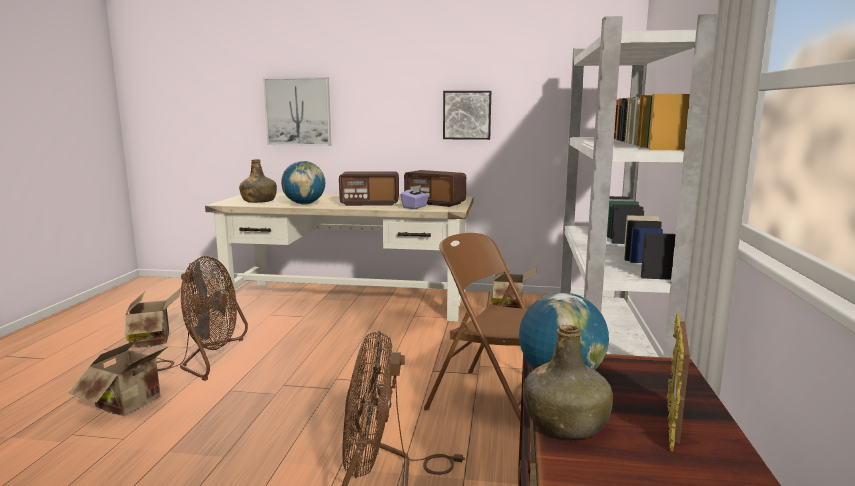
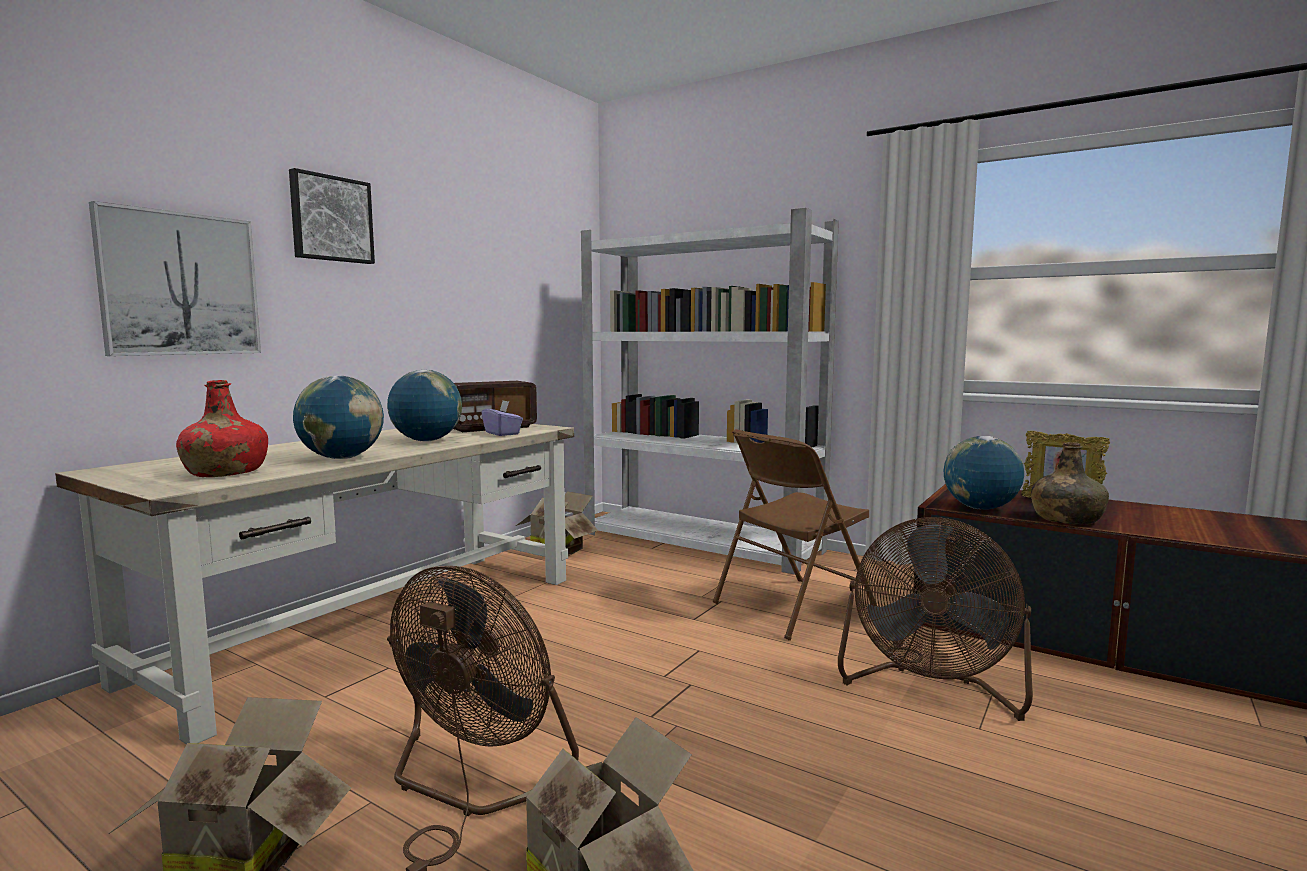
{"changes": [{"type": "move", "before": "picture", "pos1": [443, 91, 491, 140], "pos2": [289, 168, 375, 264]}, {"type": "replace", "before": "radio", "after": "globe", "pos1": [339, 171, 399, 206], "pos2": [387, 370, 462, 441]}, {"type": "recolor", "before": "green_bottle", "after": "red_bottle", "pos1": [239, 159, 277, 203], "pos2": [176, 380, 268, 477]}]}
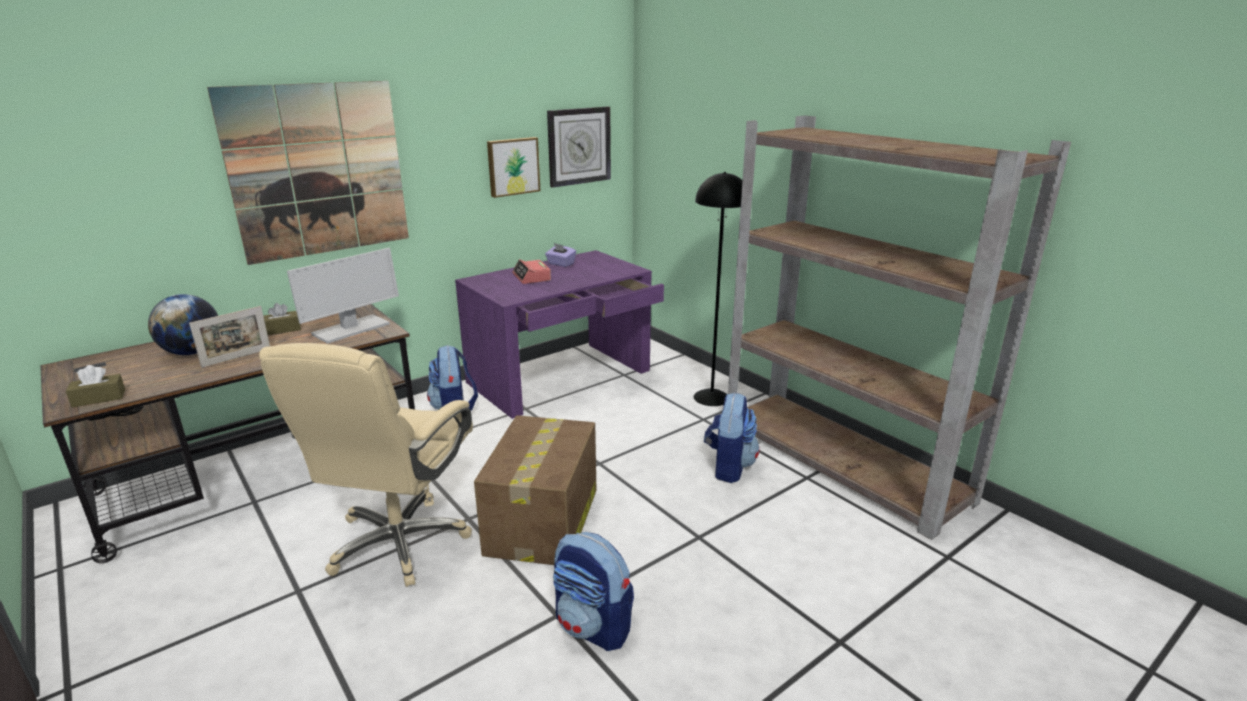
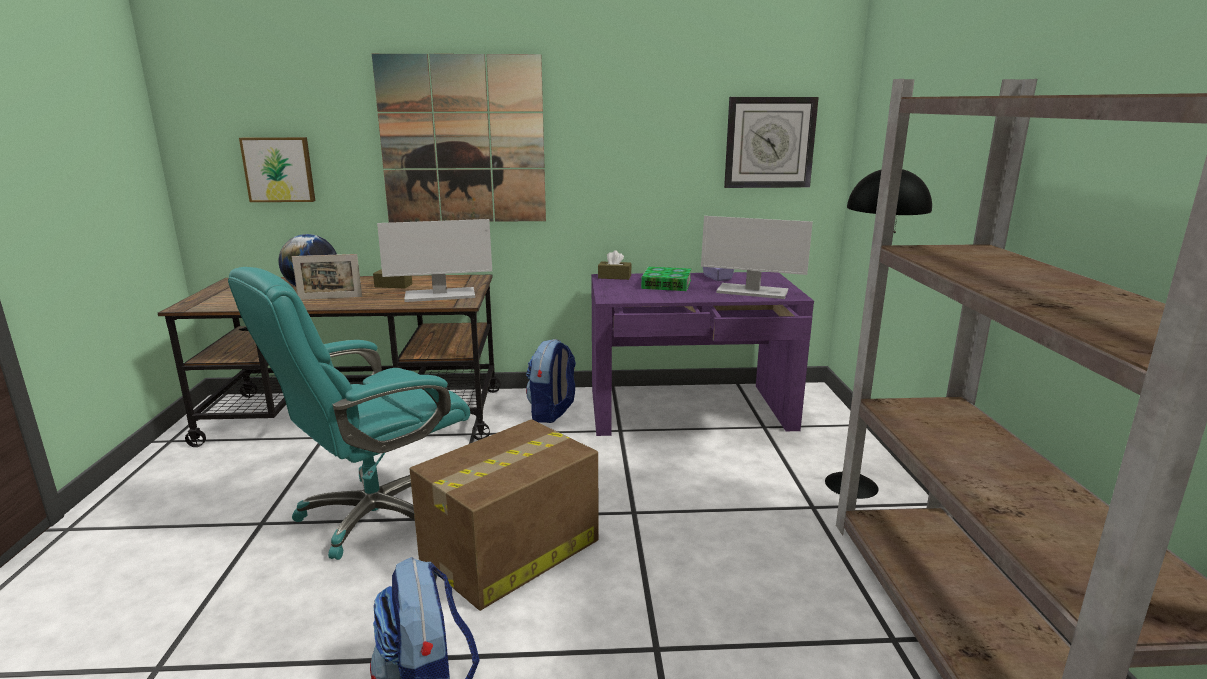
{"changes": [{"type": "delete", "before": "backpack", "pos1": [704, 393, 760, 483]}, {"type": "insert", "after": "monitor", "pos2": [701, 216, 813, 299]}, {"type": "move", "before": "brown_tissue_box", "pos1": [66, 365, 125, 407], "pos2": [598, 250, 632, 280]}, {"type": "move", "before": "picture", "pos1": [487, 137, 540, 198], "pos2": [239, 137, 315, 202]}, {"type": "replace", "before": "alarm_clock", "after": "book", "pos1": [512, 259, 551, 284], "pos2": [641, 267, 691, 291]}, {"type": "recolor", "before": "beige_office_chair", "after": "turquoise_office_chair", "pos1": [259, 343, 473, 587], "pos2": [228, 267, 470, 560]}]}
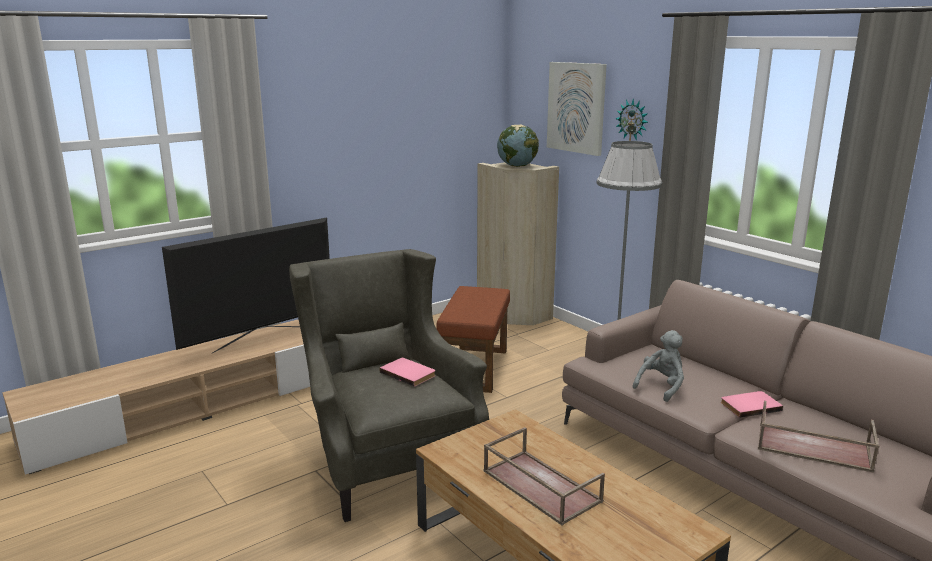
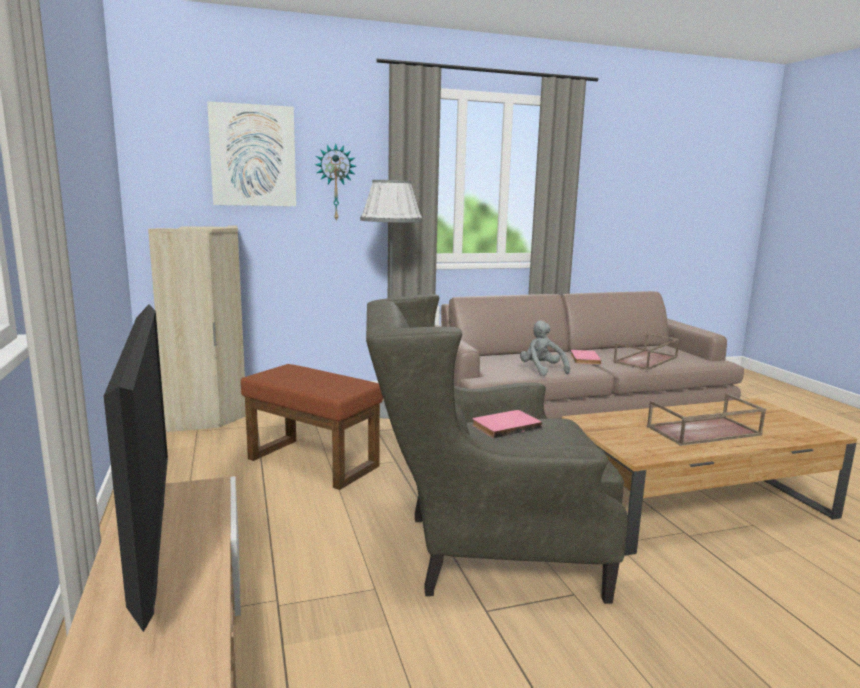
{"changes": [{"type": "delete", "before": "globe", "pos1": [497, 125, 539, 167]}]}
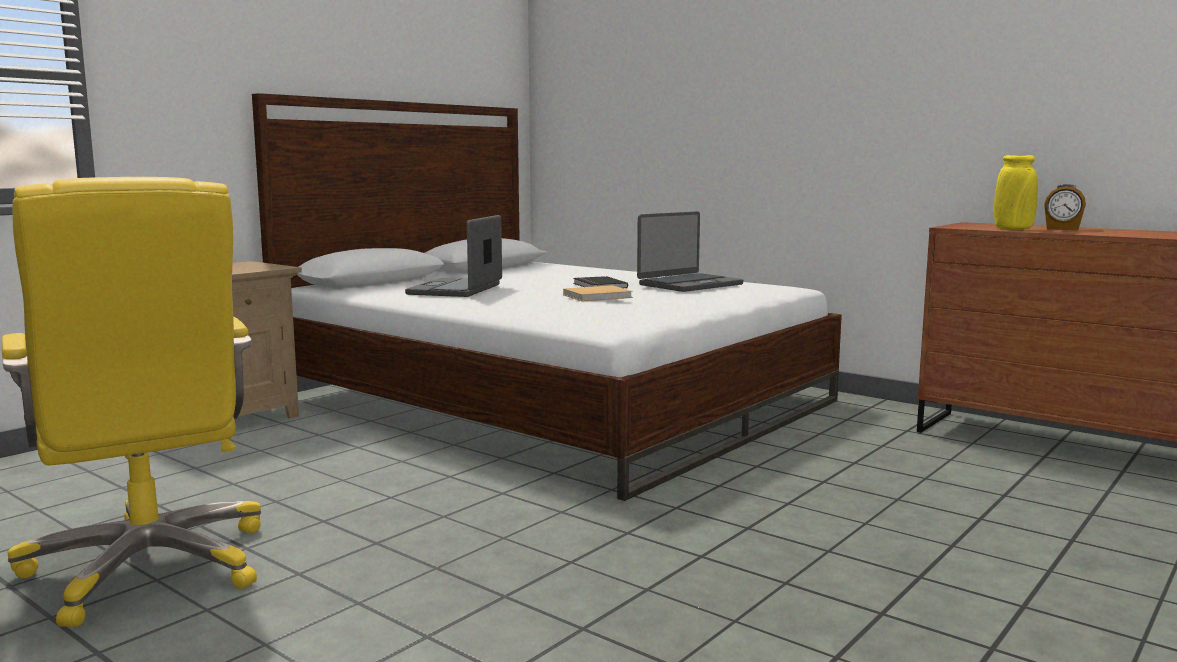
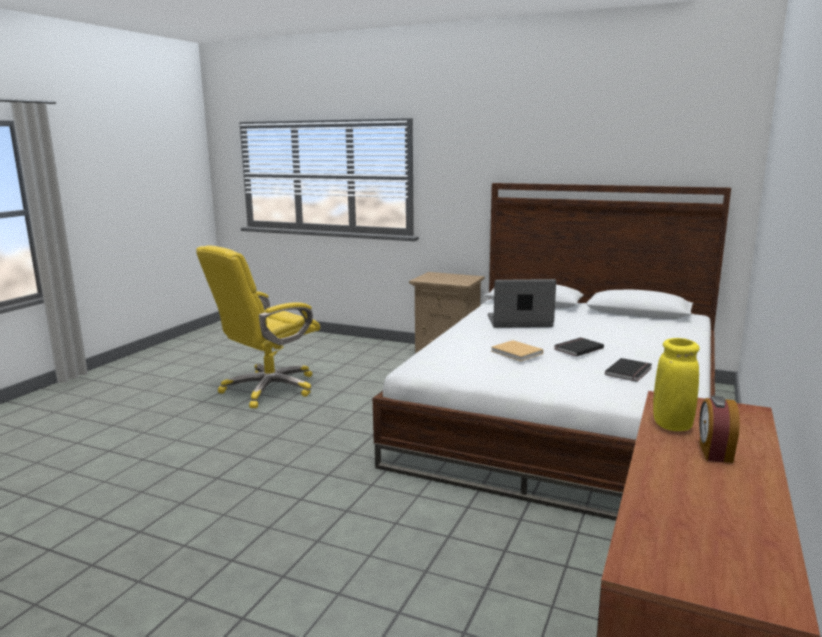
{"changes": [{"type": "replace", "before": "laptop", "after": "black_book", "pos1": [637, 211, 743, 292], "pos2": [605, 358, 652, 382]}]}
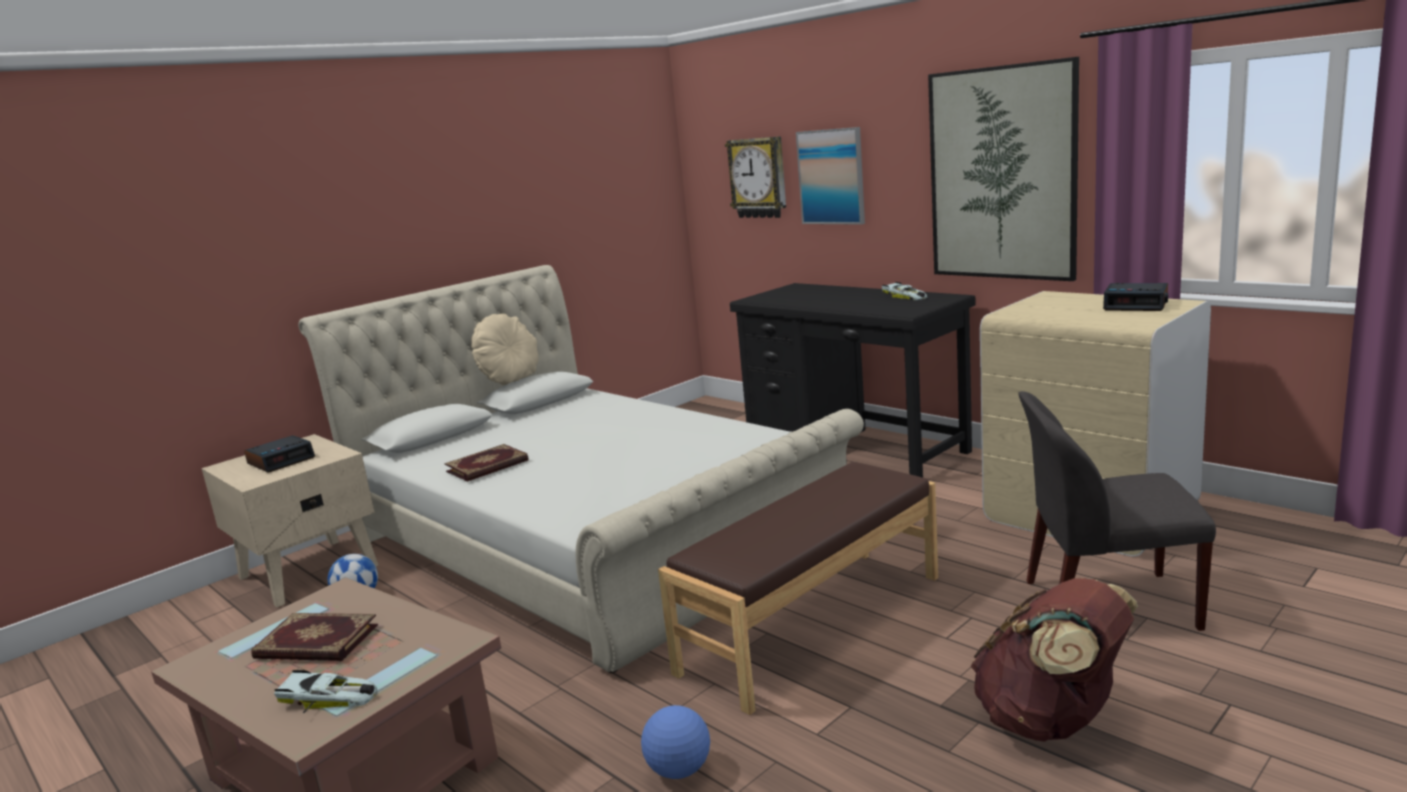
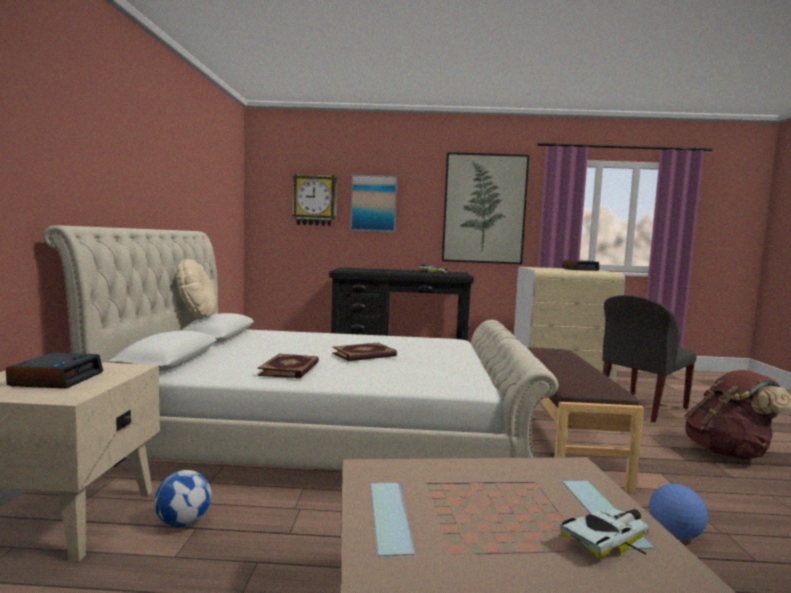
{"changes": [{"type": "move", "before": "book", "pos1": [251, 613, 378, 661], "pos2": [332, 343, 397, 361]}]}
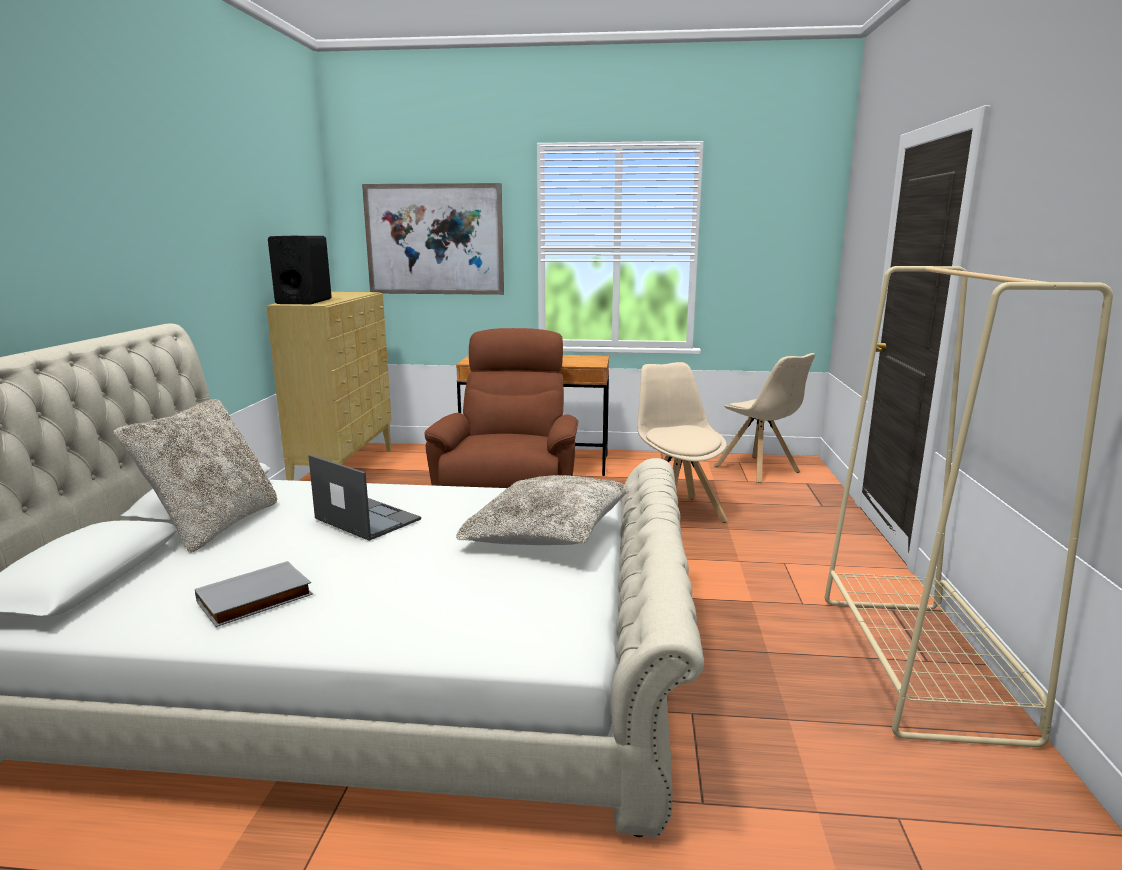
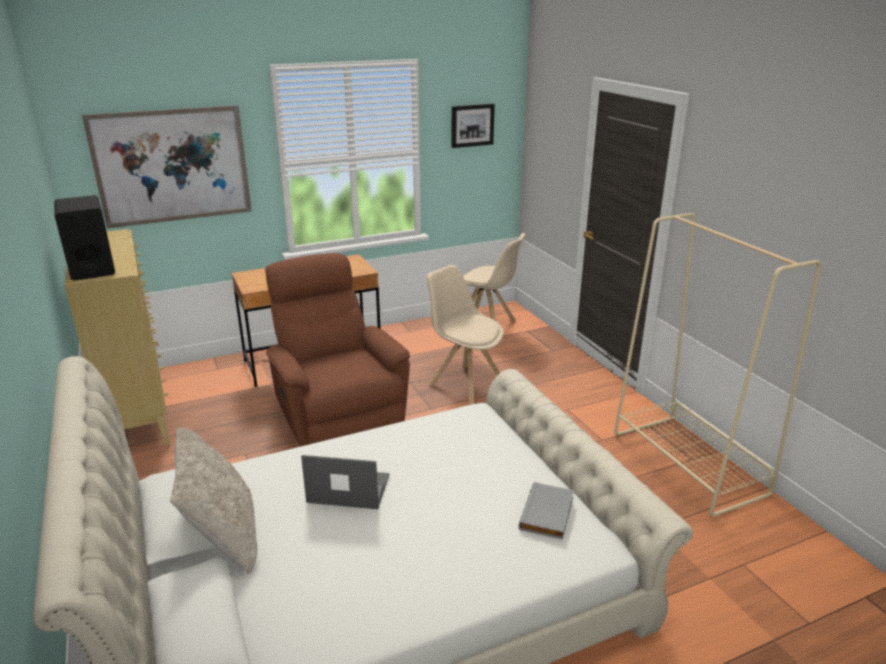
{"changes": [{"type": "delete", "before": "beige_pillow", "pos1": [456, 475, 629, 545]}, {"type": "insert", "after": "picture", "pos2": [451, 103, 495, 148]}, {"type": "move", "before": "grey_book", "pos1": [195, 561, 313, 627], "pos2": [519, 482, 574, 539]}]}
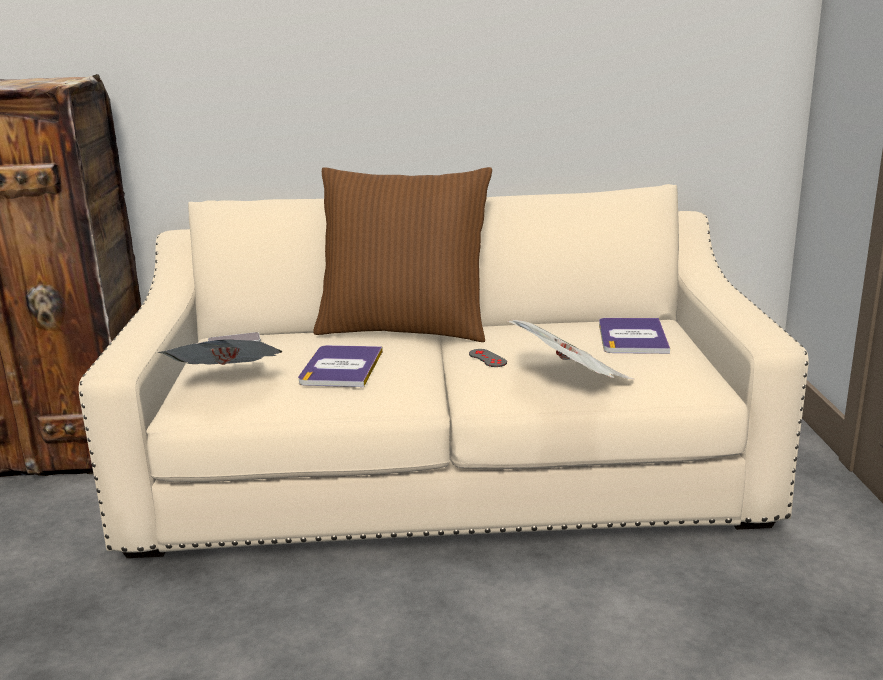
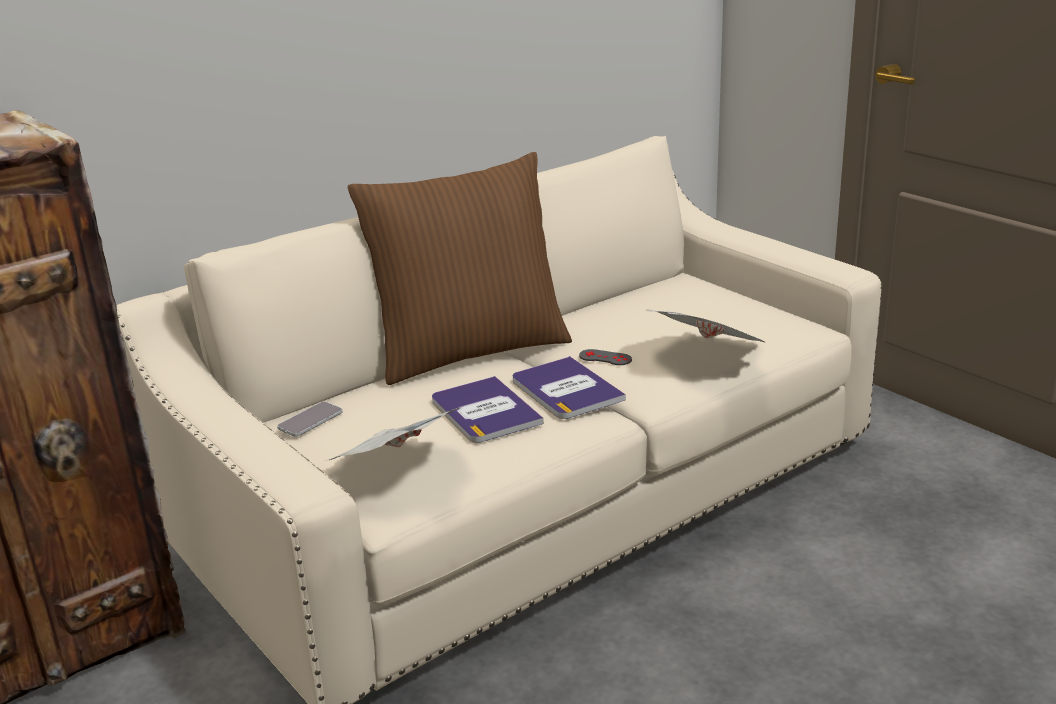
{"changes": [{"type": "move", "before": "book", "pos1": [599, 318, 670, 354], "pos2": [512, 356, 626, 419]}]}
